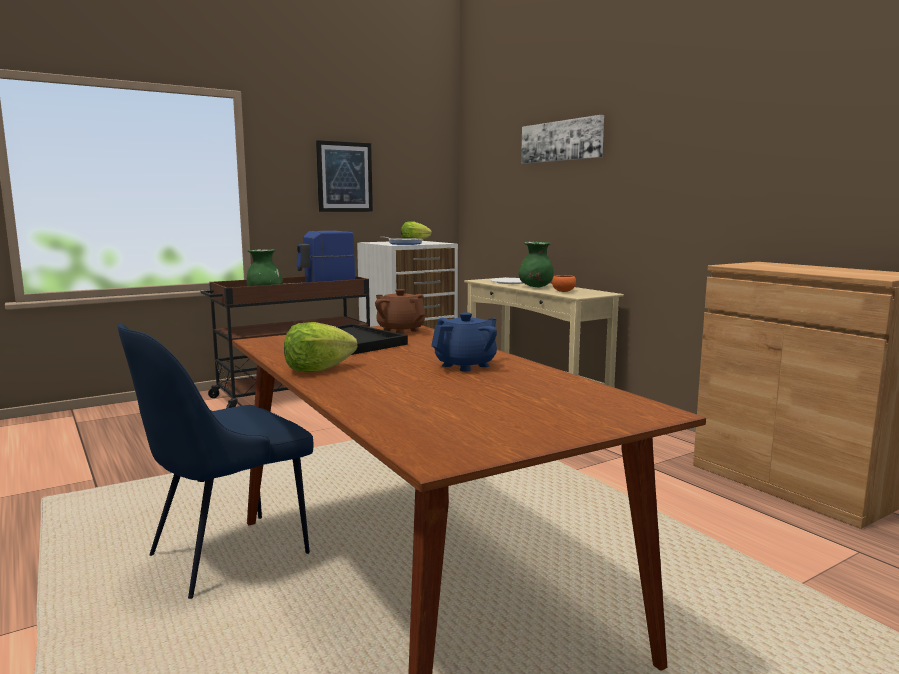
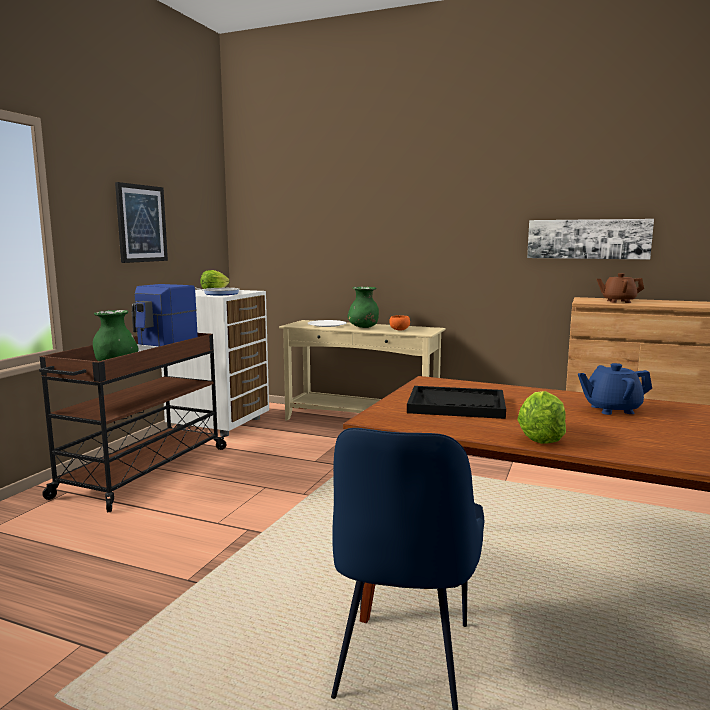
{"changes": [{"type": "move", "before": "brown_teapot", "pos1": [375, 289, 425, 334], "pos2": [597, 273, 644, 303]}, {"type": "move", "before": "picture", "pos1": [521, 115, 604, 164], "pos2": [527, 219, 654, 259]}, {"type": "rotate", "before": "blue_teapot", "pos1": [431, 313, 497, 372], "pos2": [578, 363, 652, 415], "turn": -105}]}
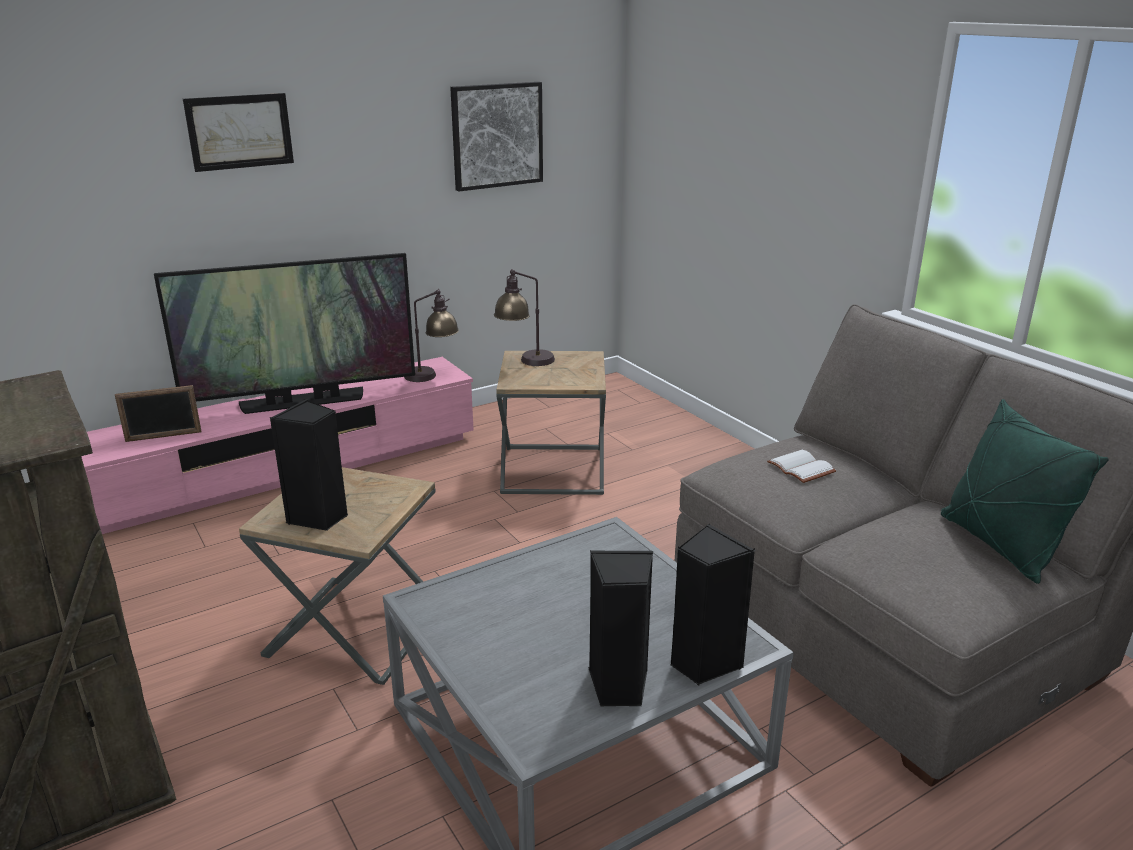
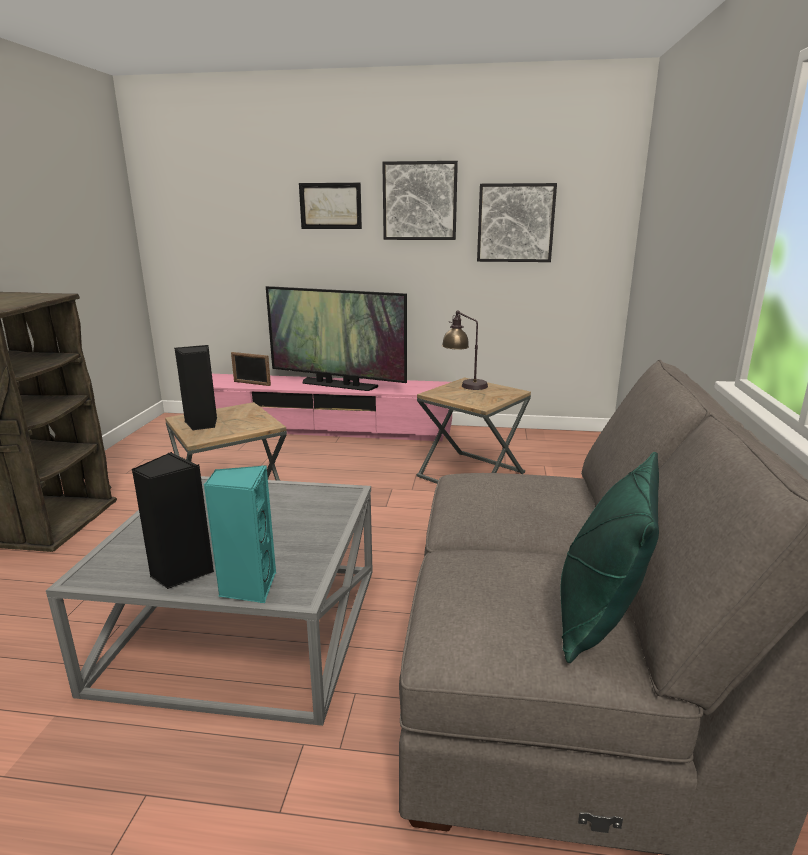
{"changes": [{"type": "delete", "before": "table_lamp", "pos1": [404, 289, 459, 382]}, {"type": "delete", "before": "white_book", "pos1": [767, 450, 836, 483]}, {"type": "insert", "after": "picture", "pos2": [382, 161, 458, 240]}, {"type": "recolor", "before": "black_speaker", "after": "turquoise_speaker", "pos1": [671, 524, 755, 685], "pos2": [204, 465, 276, 603]}]}
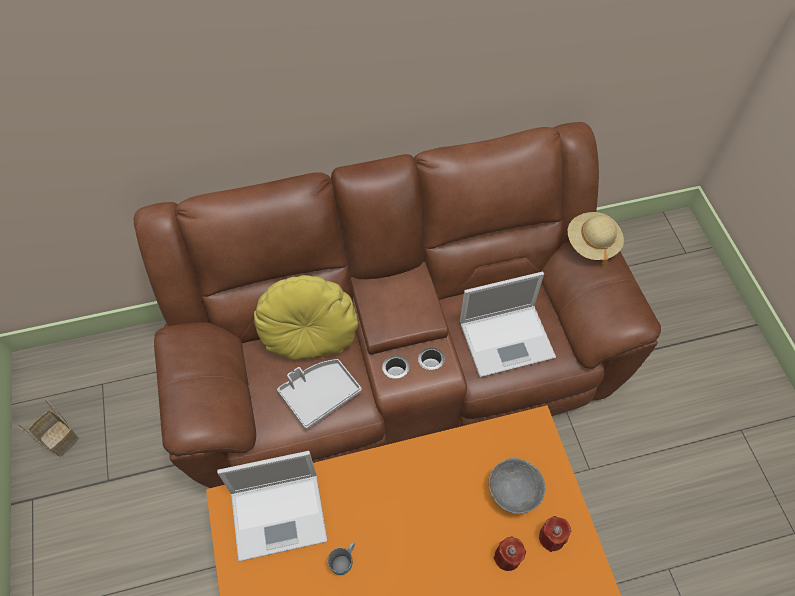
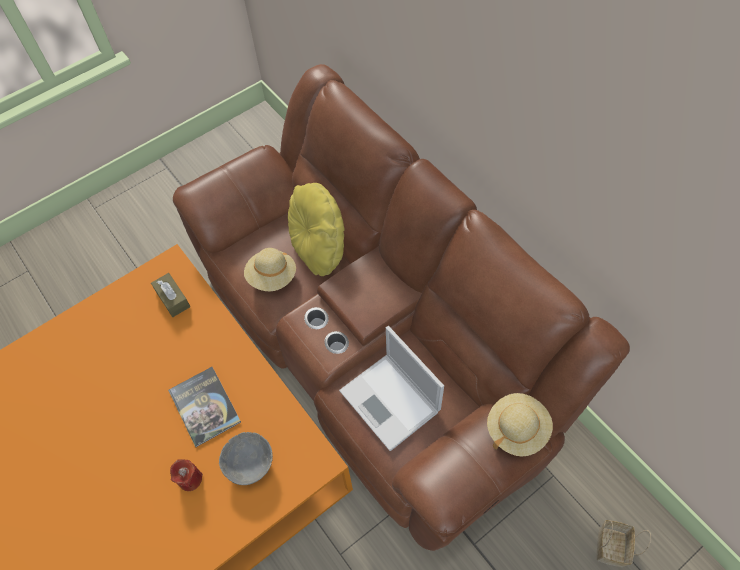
{"changes": [{"type": "delete", "before": "blue_mug", "pos1": [328, 542, 355, 575]}, {"type": "delete", "before": "red_candle", "pos1": [539, 516, 571, 552]}, {"type": "insert", "after": "book", "pos2": [168, 367, 241, 447]}, {"type": "move", "before": "basket", "pos1": [17, 399, 79, 457], "pos2": [597, 520, 651, 567]}, {"type": "replace", "before": "laptop", "after": "brown_tissue_box", "pos1": [217, 451, 328, 561], "pos2": [151, 273, 191, 317]}, {"type": "replace", "before": "grey_tray", "after": "beige_hat", "pos1": [277, 359, 362, 429], "pos2": [244, 248, 296, 291]}]}
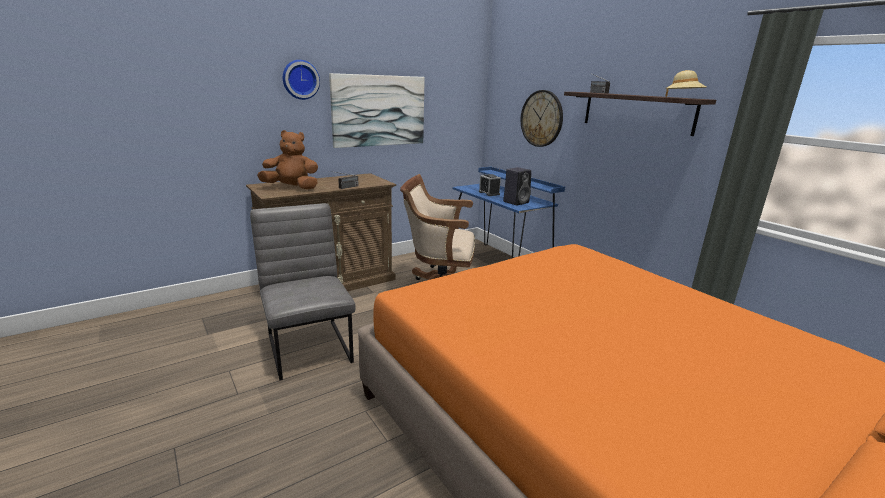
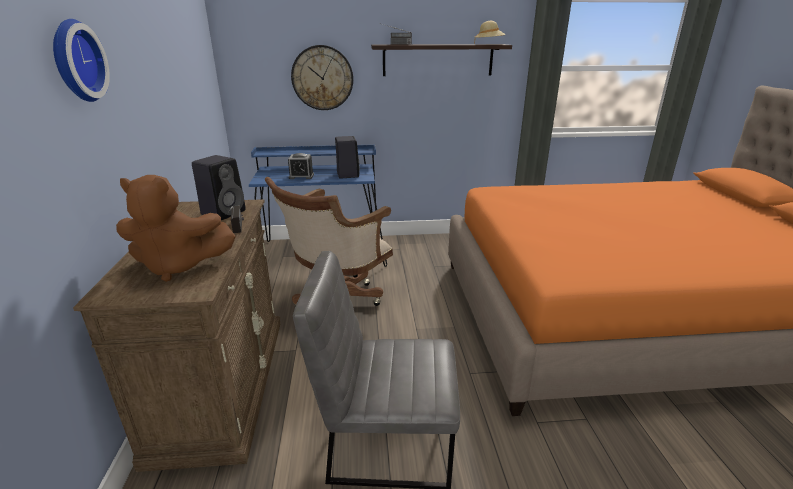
{"changes": [{"type": "delete", "before": "picture", "pos1": [329, 73, 425, 148]}, {"type": "insert", "after": "black_speaker", "pos2": [192, 155, 246, 220]}, {"type": "rotate", "before": "brown_plush_toy", "pos1": [257, 130, 318, 190], "pos2": [116, 175, 236, 282], "turn": -120}]}
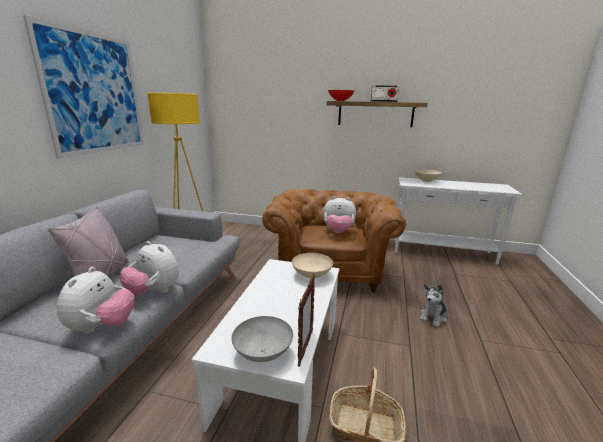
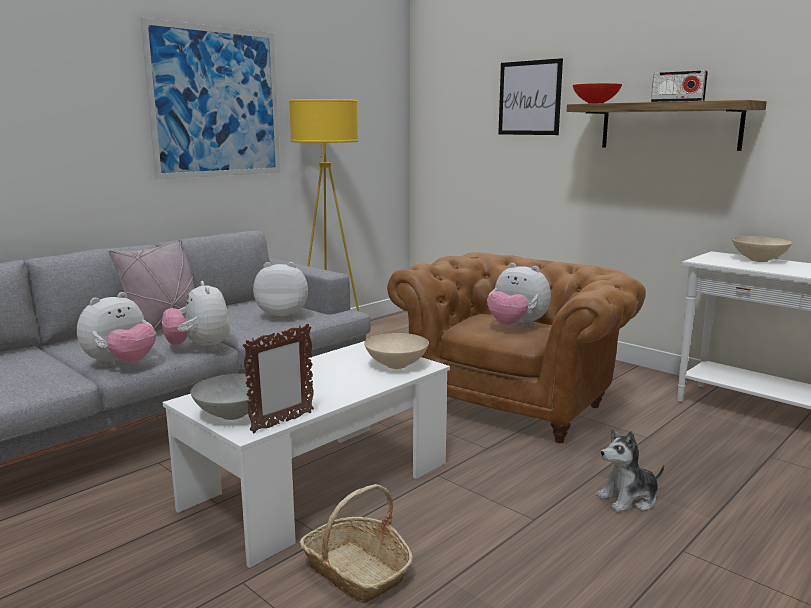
{"changes": [{"type": "insert", "after": "plush_toy", "pos2": [253, 262, 308, 319]}, {"type": "insert", "after": "picture", "pos2": [498, 58, 563, 135]}]}
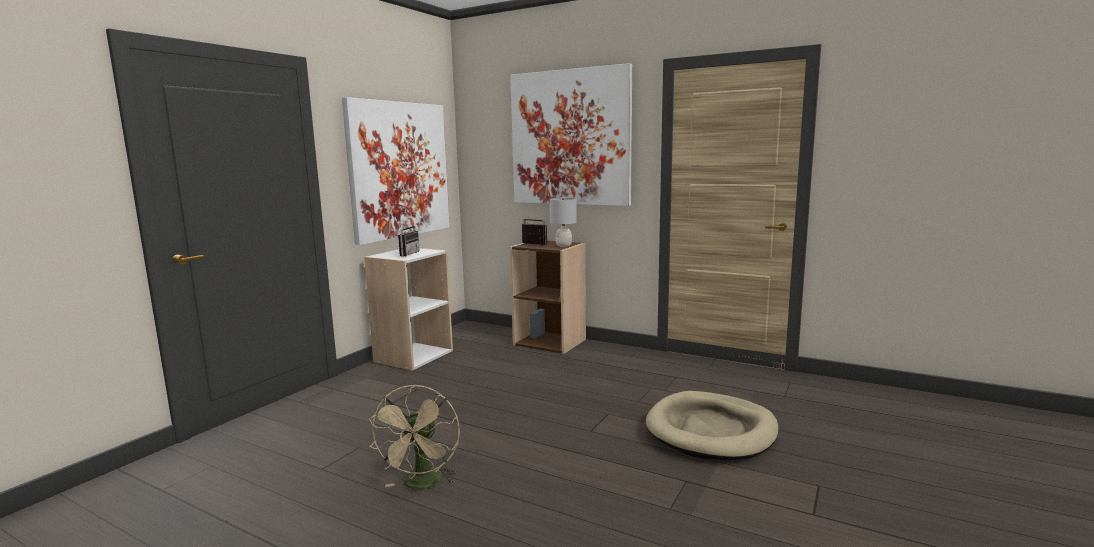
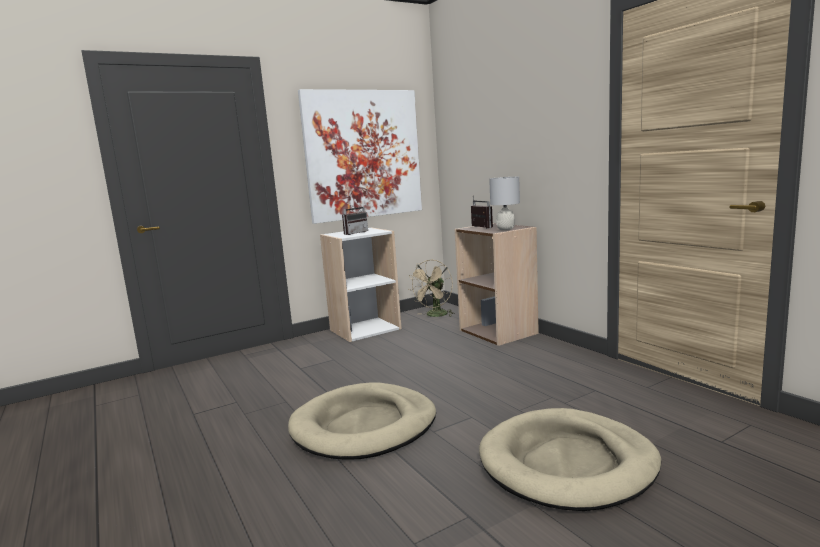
{"changes": [{"type": "delete", "before": "picture", "pos1": [510, 63, 632, 206]}, {"type": "insert", "after": "beige_dog_bed", "pos2": [288, 382, 436, 460]}, {"type": "move", "before": "beige_fan", "pos1": [369, 384, 460, 490], "pos2": [409, 259, 455, 317]}]}
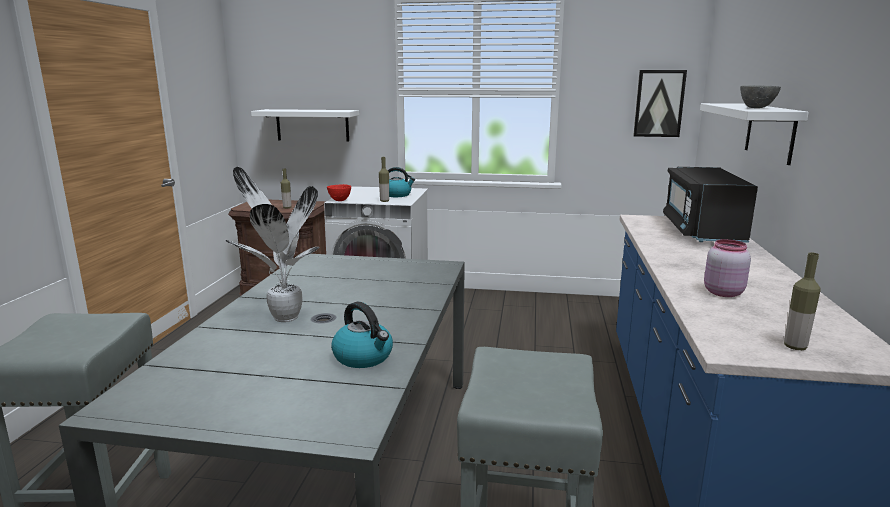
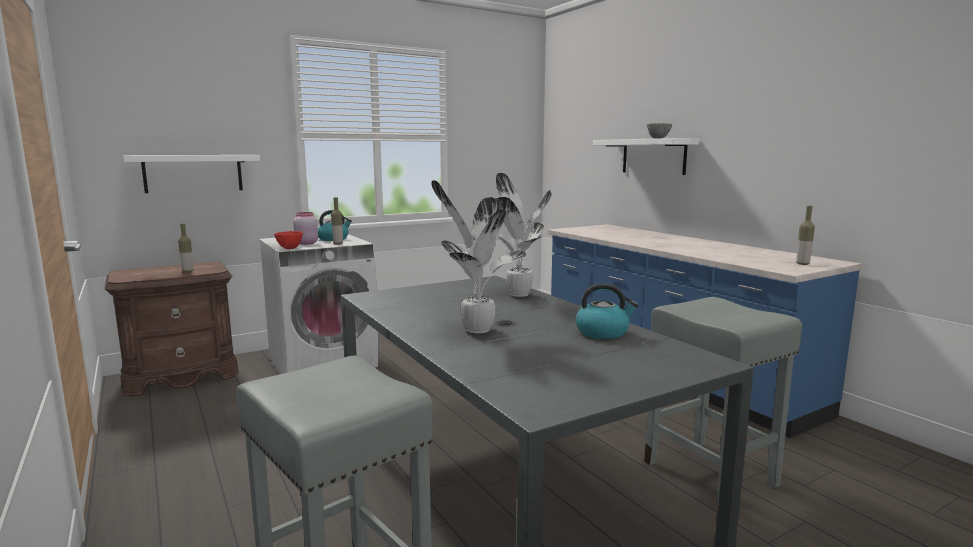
{"changes": [{"type": "delete", "before": "picture", "pos1": [633, 70, 687, 137]}, {"type": "delete", "before": "black_microwave", "pos1": [663, 167, 758, 242]}, {"type": "insert", "after": "potted_plant", "pos2": [496, 173, 552, 297]}, {"type": "move", "before": "pink_jar", "pos1": [704, 239, 751, 297], "pos2": [293, 212, 318, 245]}]}
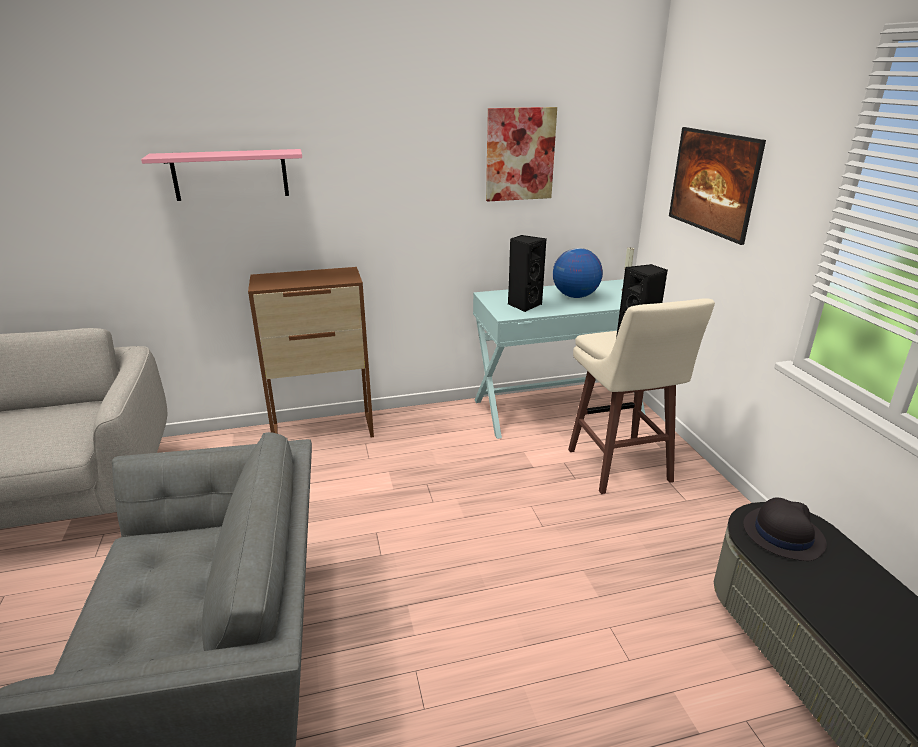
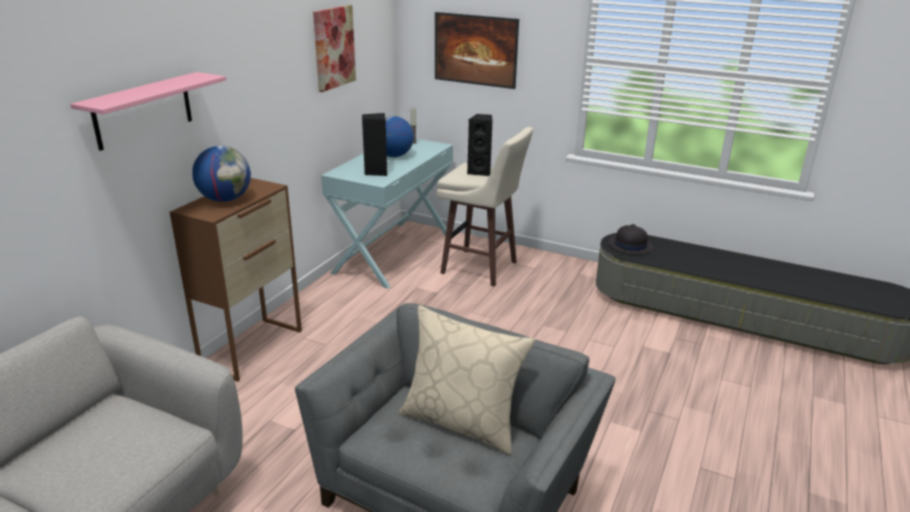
{"changes": [{"type": "insert", "after": "globe", "pos2": [192, 146, 251, 202]}, {"type": "insert", "after": "beige_pillow", "pos2": [399, 305, 535, 455]}]}
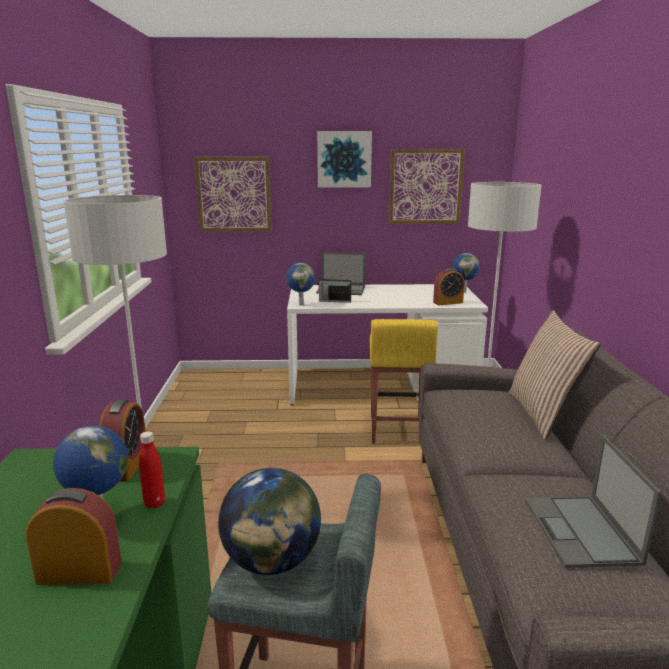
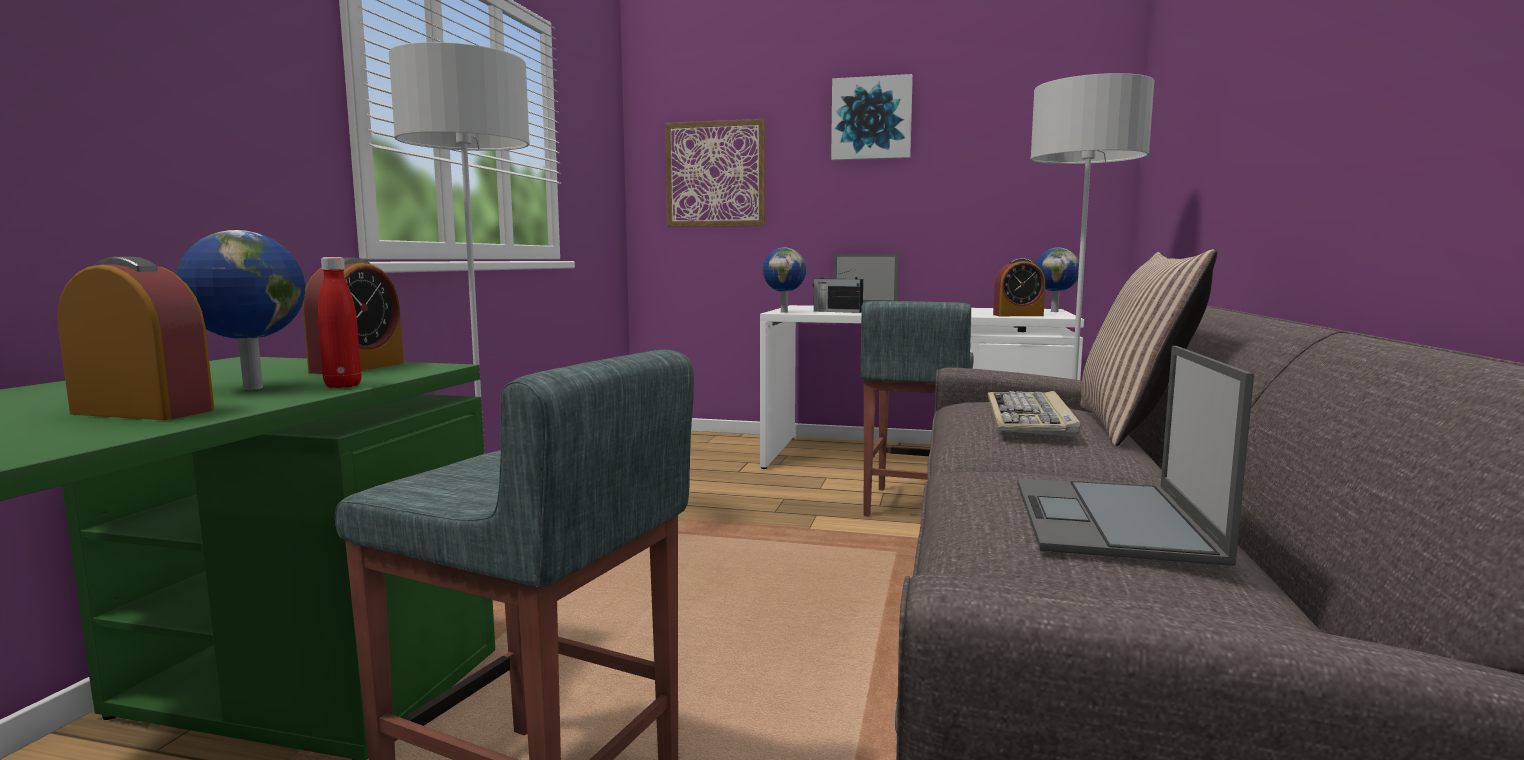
{"changes": [{"type": "delete", "before": "globe", "pos1": [218, 468, 321, 575]}, {"type": "delete", "before": "picture", "pos1": [389, 149, 465, 224]}, {"type": "insert", "after": "keyboard", "pos2": [988, 391, 1080, 437]}, {"type": "recolor", "before": "yellow_stool", "after": "grey_stool", "pos1": [370, 319, 438, 444], "pos2": [860, 301, 973, 516]}]}
